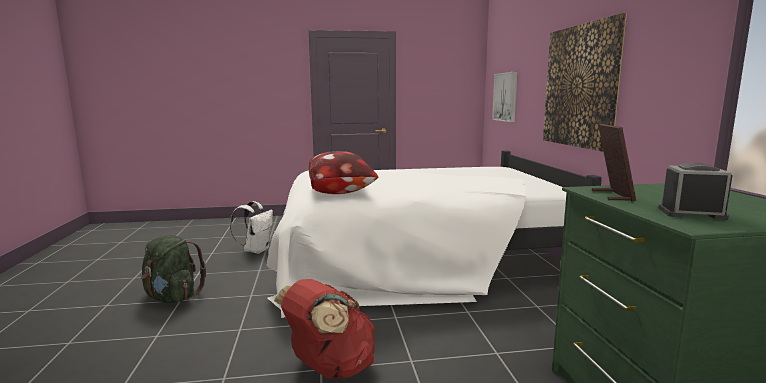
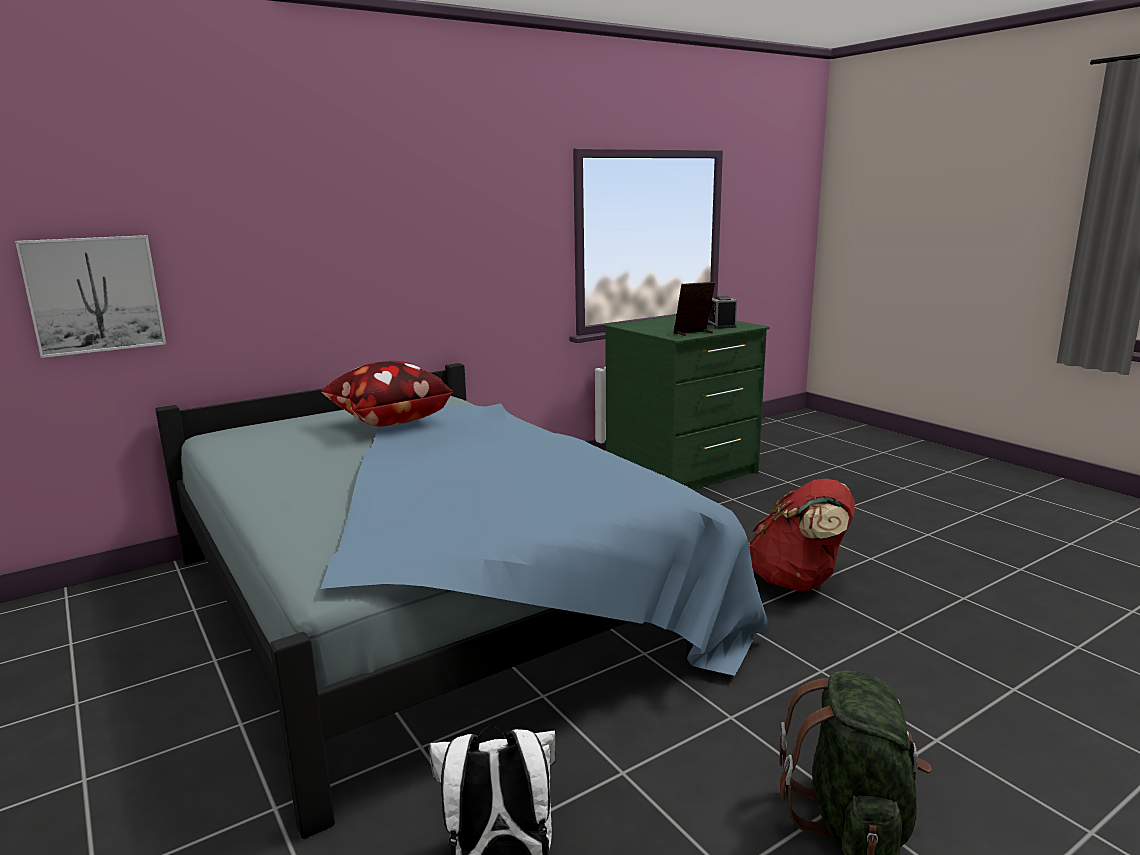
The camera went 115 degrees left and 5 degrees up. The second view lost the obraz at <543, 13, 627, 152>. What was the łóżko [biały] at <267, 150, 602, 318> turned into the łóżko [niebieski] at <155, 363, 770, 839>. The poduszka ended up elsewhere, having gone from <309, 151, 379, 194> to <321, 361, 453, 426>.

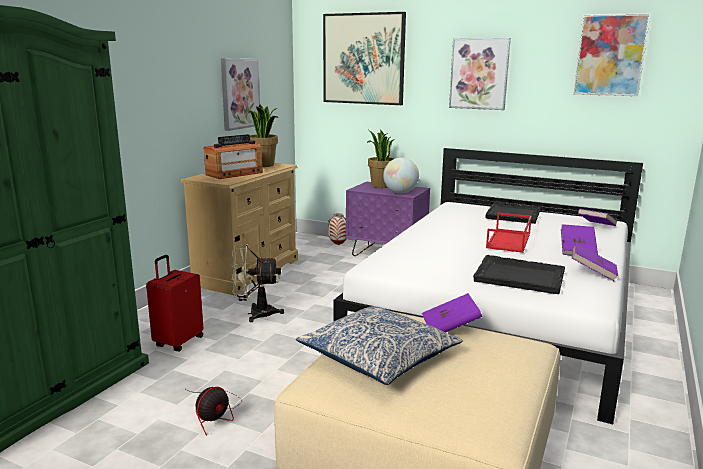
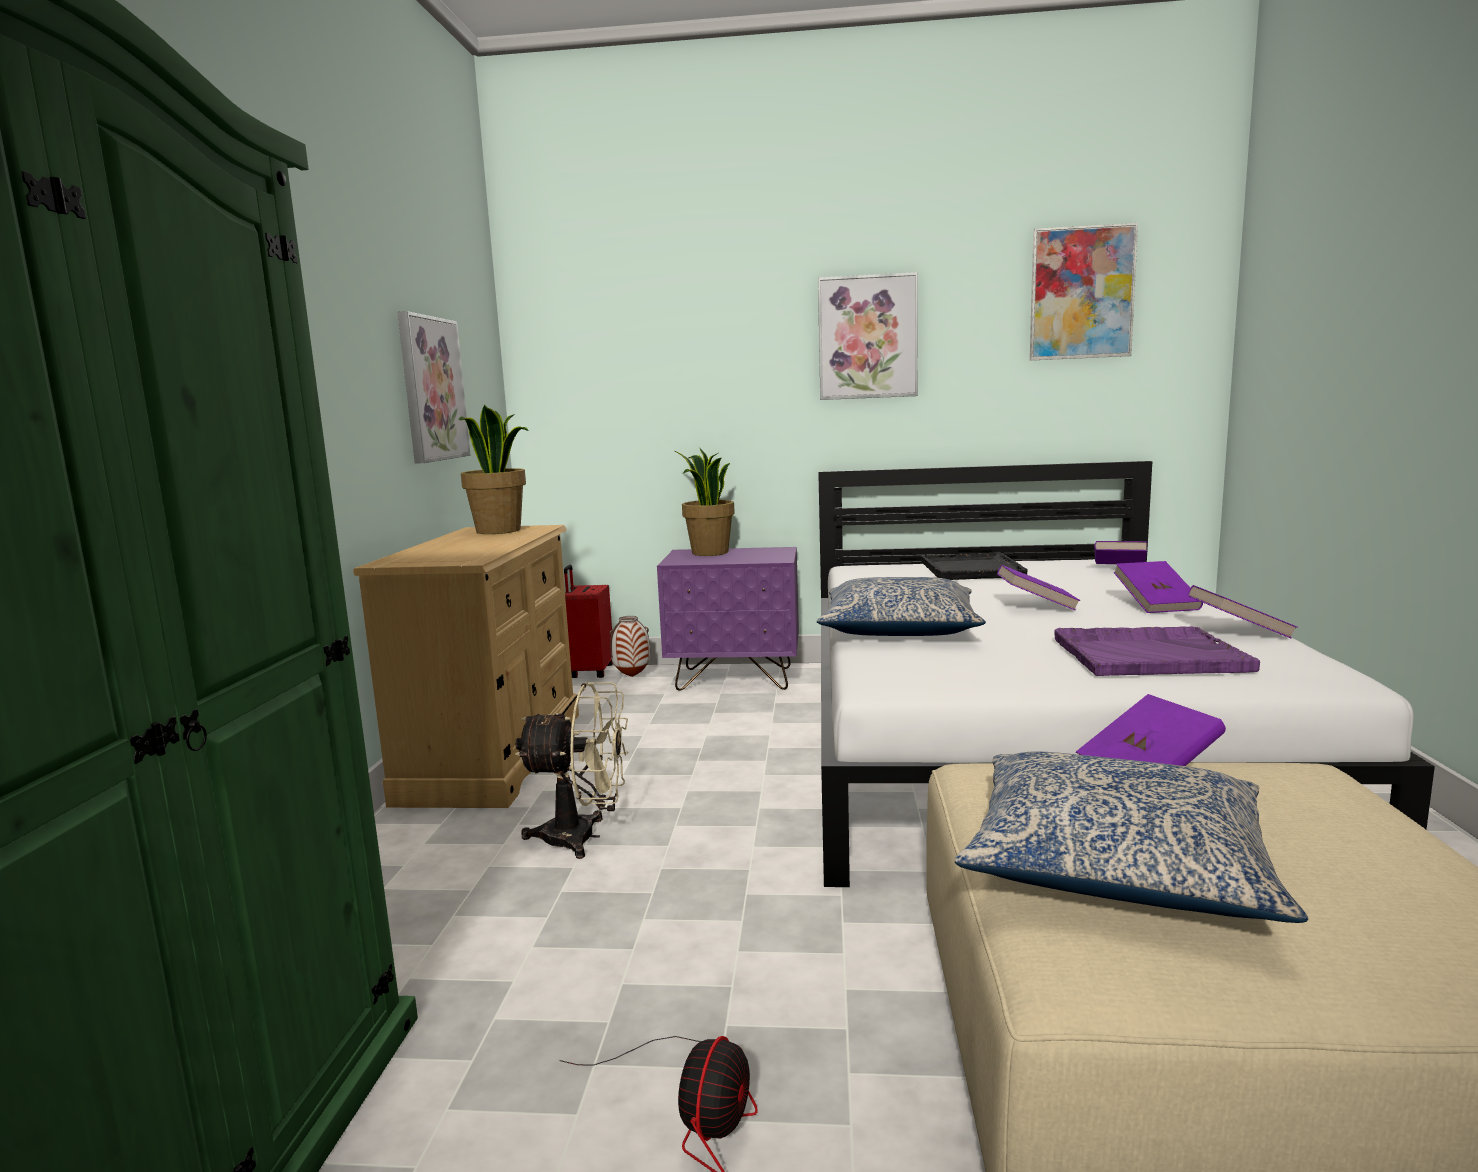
The camera went 20 degrees left and 5 degrees down. The second view lost the obraz at <323, 12, 406, 105>. The second view lost the radio at <204, 134, 263, 179>. The second view lost the globus at <383, 157, 419, 194>. Where the taca [czerwony] stood at <486, 213, 532, 253>, the książka [fioletowy] came to stand at <997, 565, 1080, 611>. The wentylator [beżowy] at <231, 244, 284, 322> ended up facing another way, 150 degrees counterclockwise from before. The walizka [czerwony] ended up elsewhere, having gone from <146, 255, 203, 351> to <564, 565, 613, 678>. What was the taca [czarny] at <473, 255, 565, 294> turned into the taca [fioletowy] at <1055, 626, 1260, 676>. The second view gained the poduszka at <817, 577, 986, 636>.

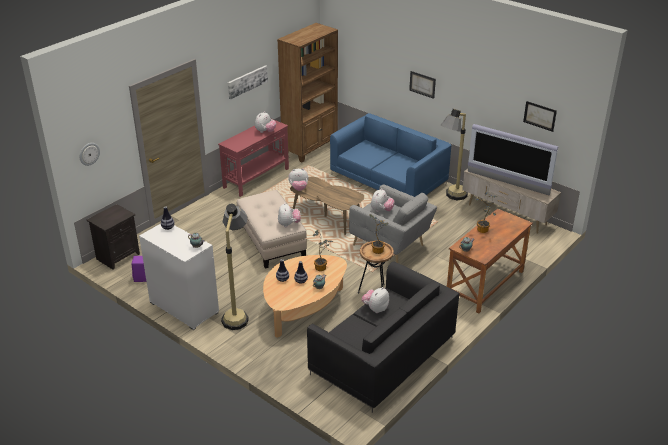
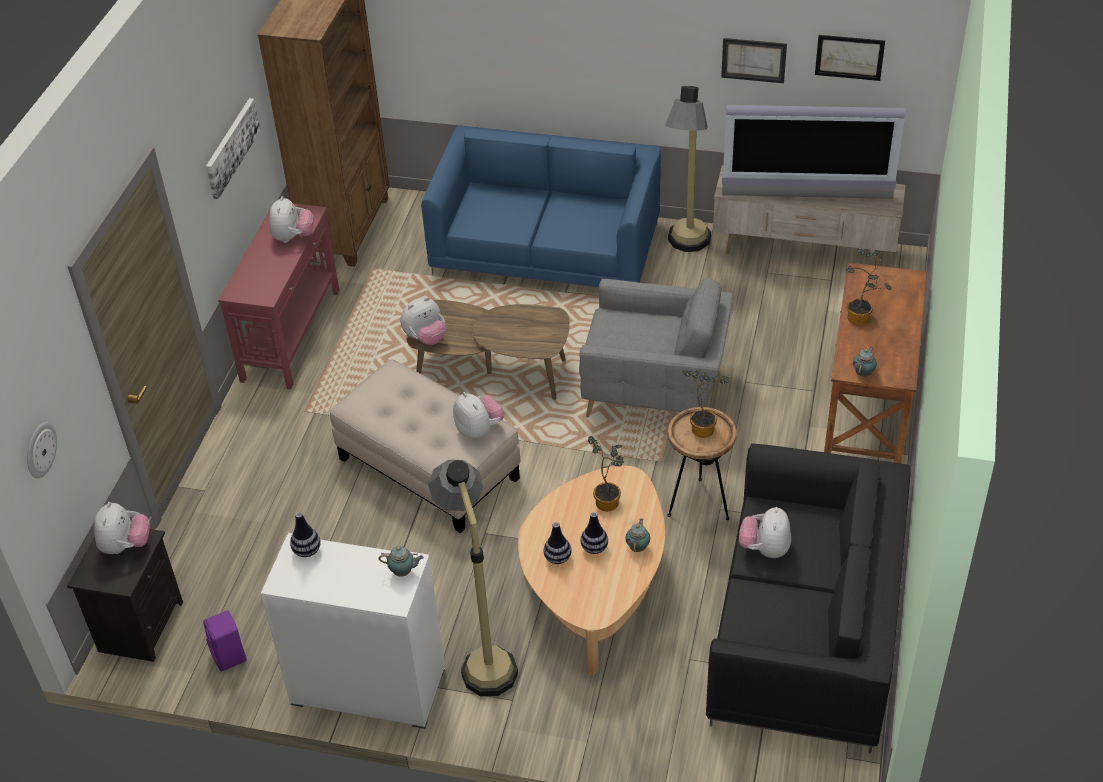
The camera went 25 degrees left and 10 degrees up. The obraz ended up elsewhere, having gone from <409, 71, 436, 99> to <721, 38, 787, 83>. The pluszak ended up elsewhere, having gone from <371, 188, 395, 212> to <94, 502, 150, 554>.

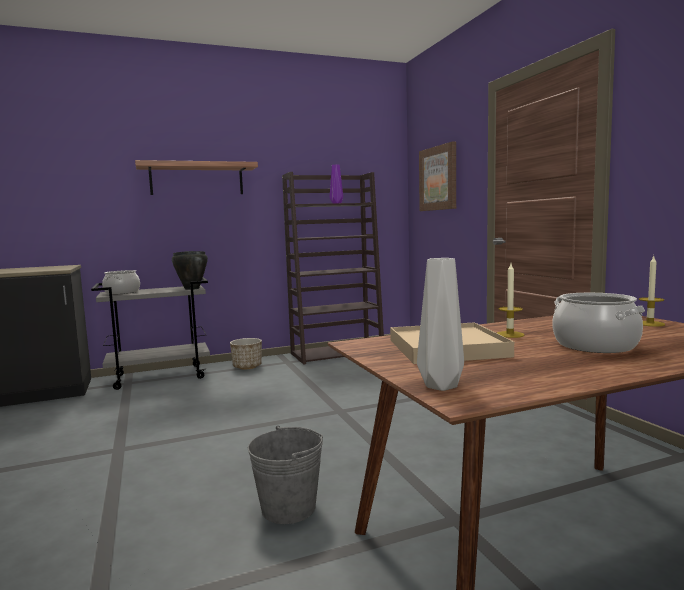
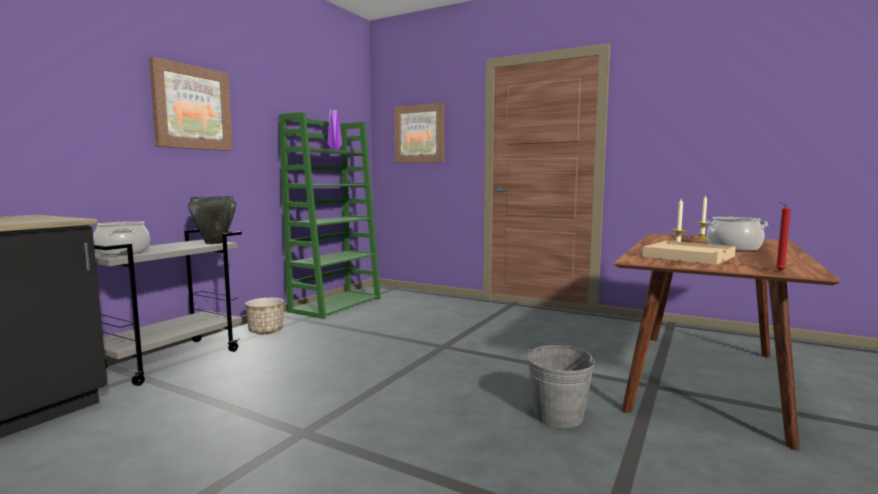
The camera went 40 degrees left and 0 degrees up. Where the półka hung at <135, 160, 258, 195>, the obraz came to hang at <149, 57, 233, 151>. What was the regał [brązowy] at <282, 172, 384, 365> turned into the regał [zielony] at <279, 112, 381, 319>. Where the wazon [szary] stood at <417, 258, 464, 391>, the świeca [czerwony] came to stand at <776, 201, 791, 271>.

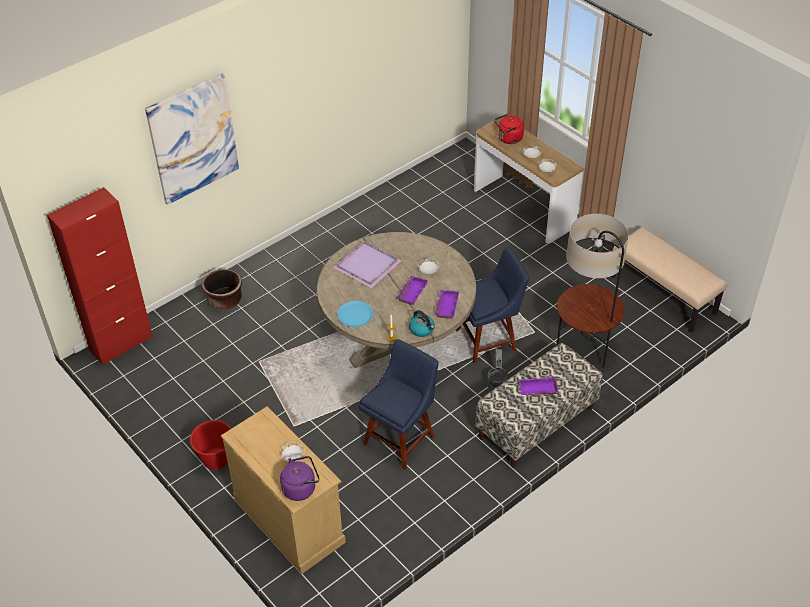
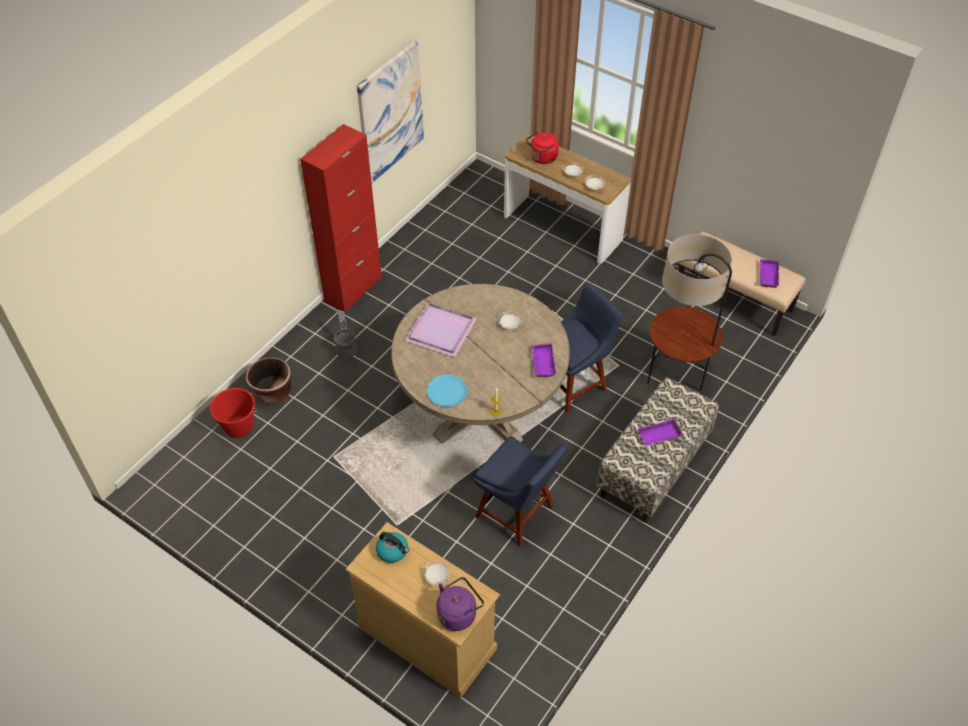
The camera went 15 degrees left and 5 degrees up. The obraz ended up elsewhere, having gone from <145, 73, 239, 205> to <357, 40, 424, 183>. The szafka [czerwony] ended up elsewhere, having gone from <47, 187, 153, 365> to <300, 124, 382, 313>. The taca [fioletowy] ended up elsewhere, having gone from <397, 276, 428, 305> to <760, 259, 779, 288>. The czajnik ended up elsewhere, having gone from <409, 310, 435, 337> to <376, 532, 409, 563>. The krzesło [niebieski] at <359, 339, 439, 469> ended up facing another way, 105 degrees clockwise from before. The wiadro [szary] ended up elsewhere, having gone from <488, 348, 508, 392> to <334, 311, 357, 358>. The wiadro [czerwony] ended up elsewhere, having gone from <190, 420, 231, 470> to <210, 388, 258, 438>.

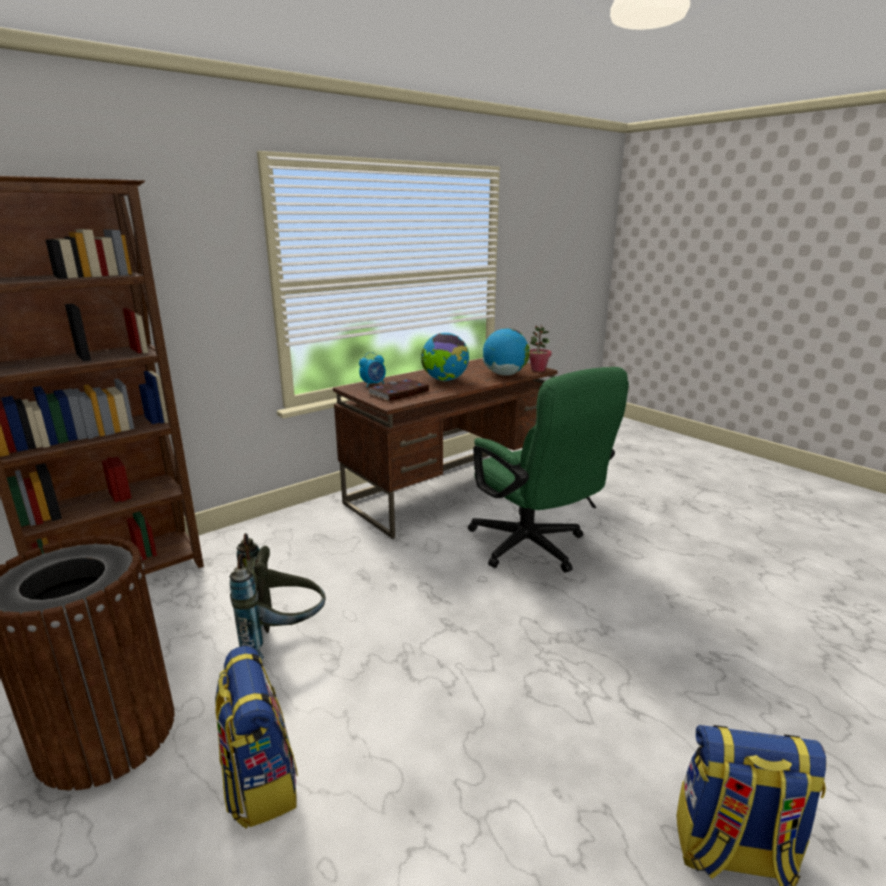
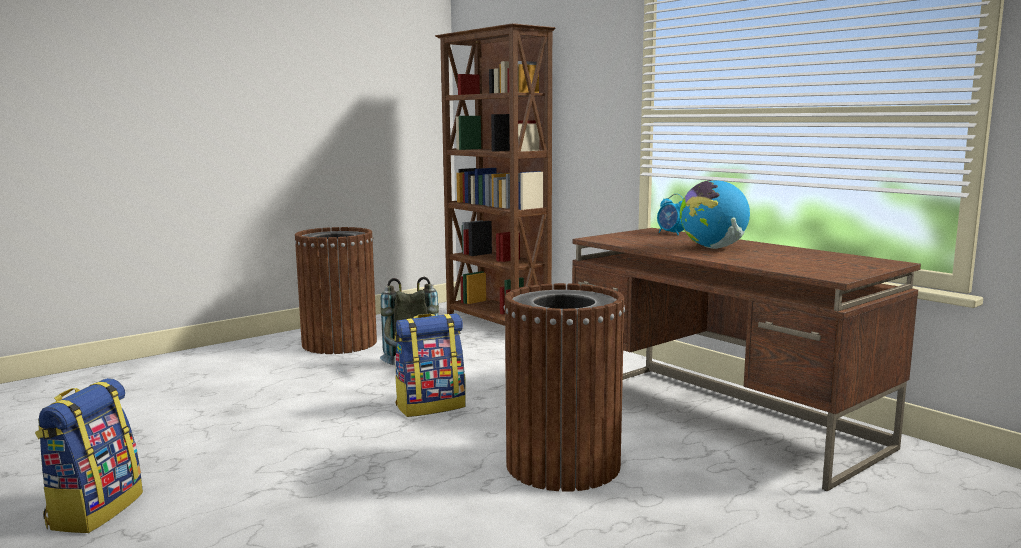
The camera went 90 degrees right and 10 degrees down. The second view lost the roślina doniczkowa at <529, 325, 551, 372>. The second view lost the globus at <483, 328, 530, 376>. Where the krzesło biurowe [zielony] stood at <468, 367, 629, 572>, the kosz na śmieci [brązowy] came to stand at <504, 283, 625, 492>. The second view lost the książka at <368, 379, 429, 401>. The plecak ended up elsewhere, having gone from <215, 646, 298, 829> to <394, 313, 466, 417>.

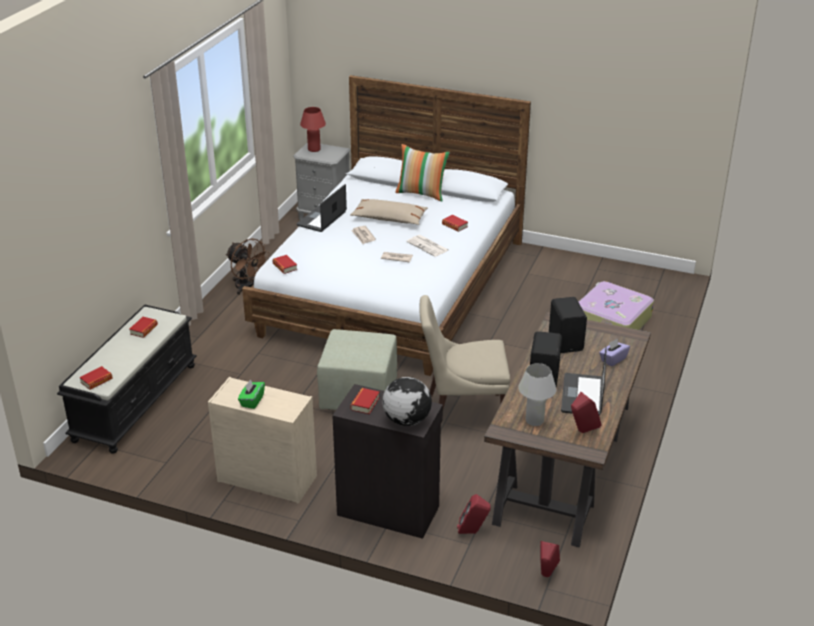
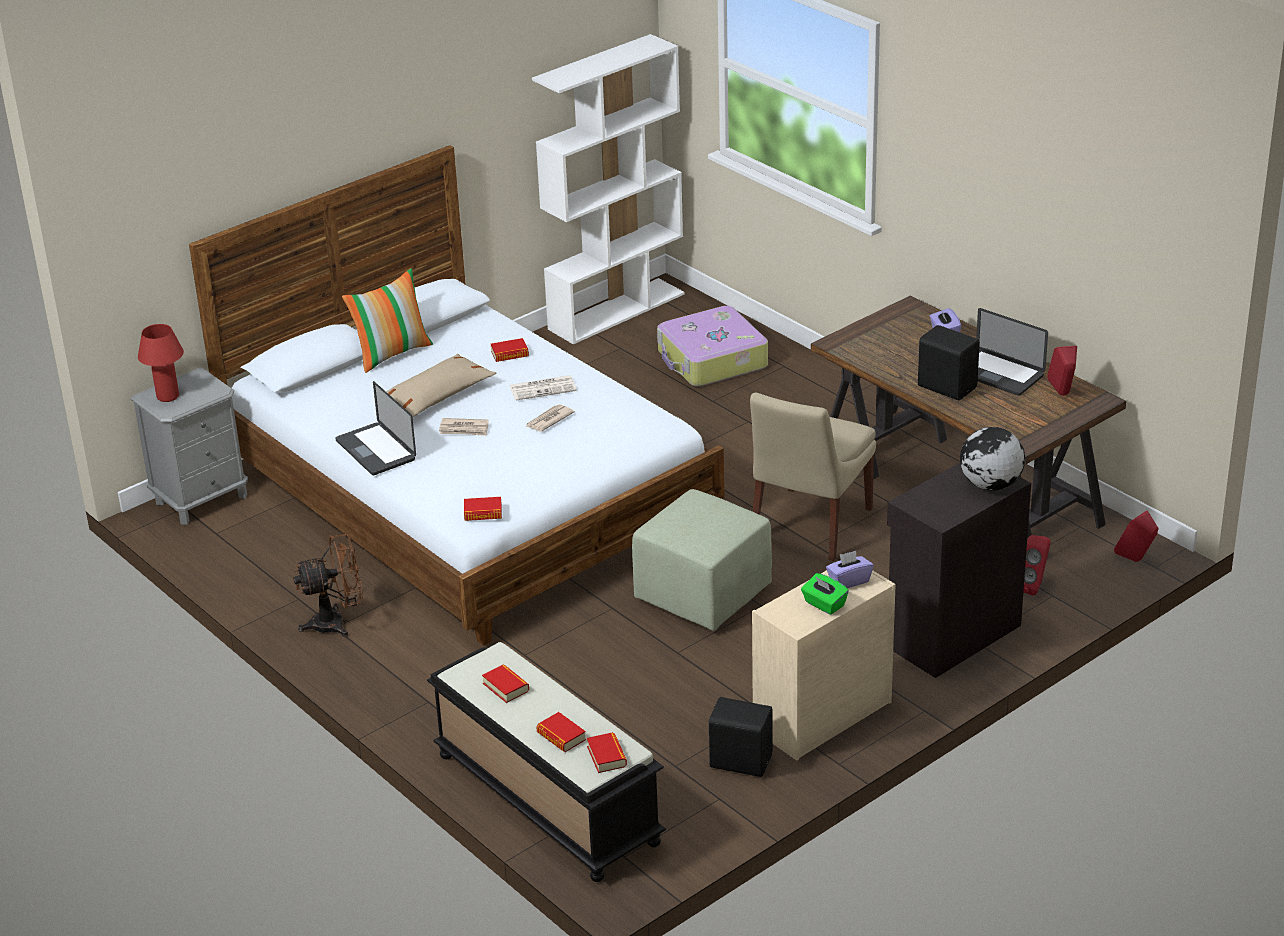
The camera went 60 degrees left and 0 degrees up. The głośnik [czarny] ended up elsewhere, having gone from <549, 297, 587, 353> to <709, 697, 773, 777>. The second view lost the lampa stołowa [biały] at <518, 363, 556, 426>. The książka ended up elsewhere, having gone from <350, 388, 380, 414> to <536, 712, 586, 752>. The second view gained the regał [biały] at <532, 34, 685, 344>. The second view gained the pudełko chusteczek [fioletowy] at <826, 551, 874, 588>.

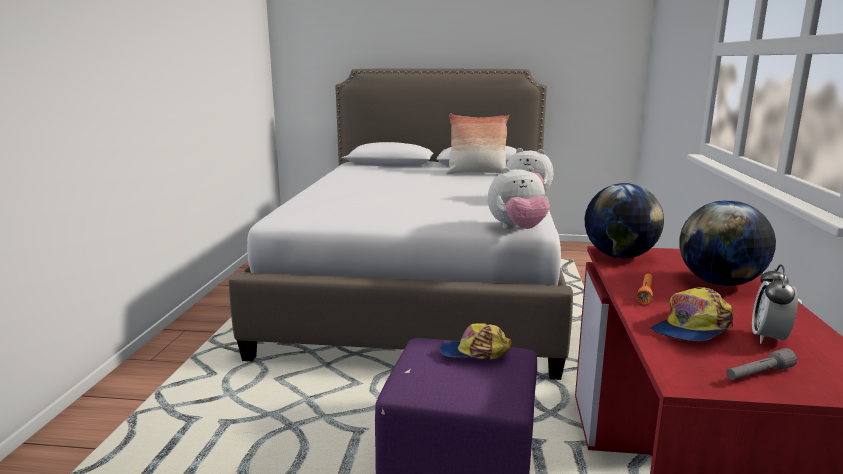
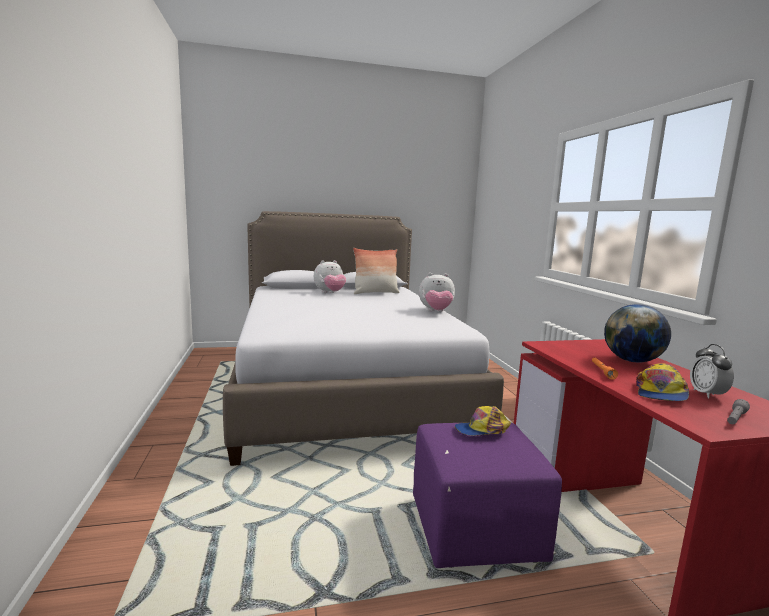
The camera went 20 degrees left and 5 degrees down. The pluszak ended up elsewhere, having gone from <488, 166, 550, 229> to <314, 260, 346, 293>. The second view lost the globus at <585, 183, 664, 258>.

